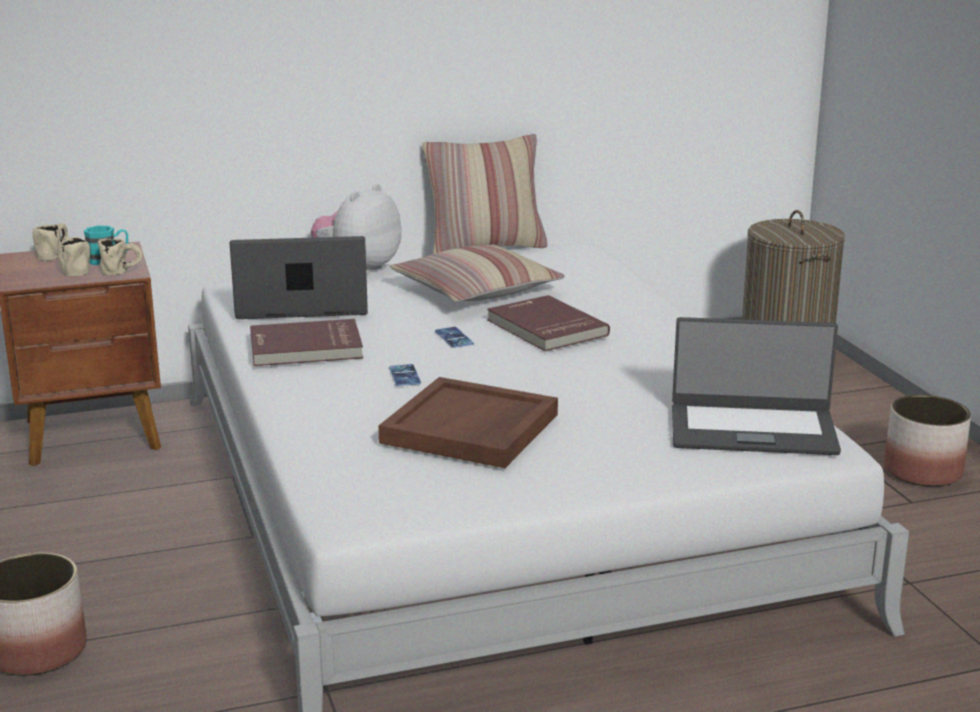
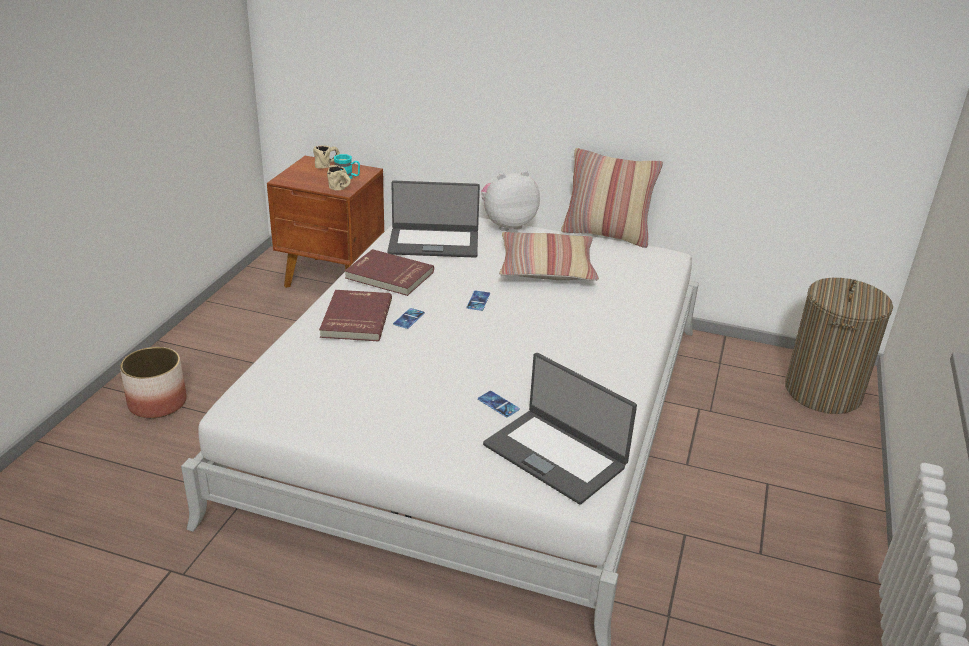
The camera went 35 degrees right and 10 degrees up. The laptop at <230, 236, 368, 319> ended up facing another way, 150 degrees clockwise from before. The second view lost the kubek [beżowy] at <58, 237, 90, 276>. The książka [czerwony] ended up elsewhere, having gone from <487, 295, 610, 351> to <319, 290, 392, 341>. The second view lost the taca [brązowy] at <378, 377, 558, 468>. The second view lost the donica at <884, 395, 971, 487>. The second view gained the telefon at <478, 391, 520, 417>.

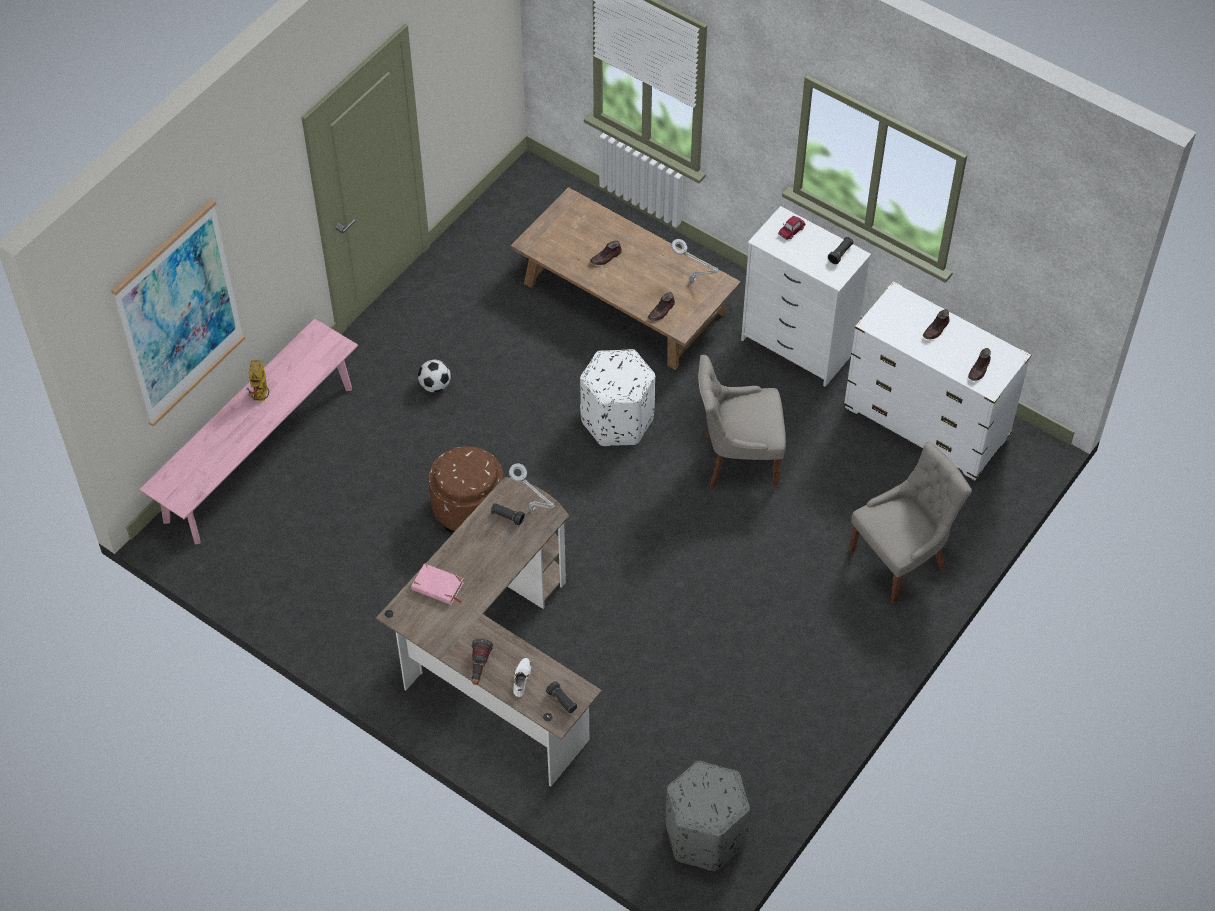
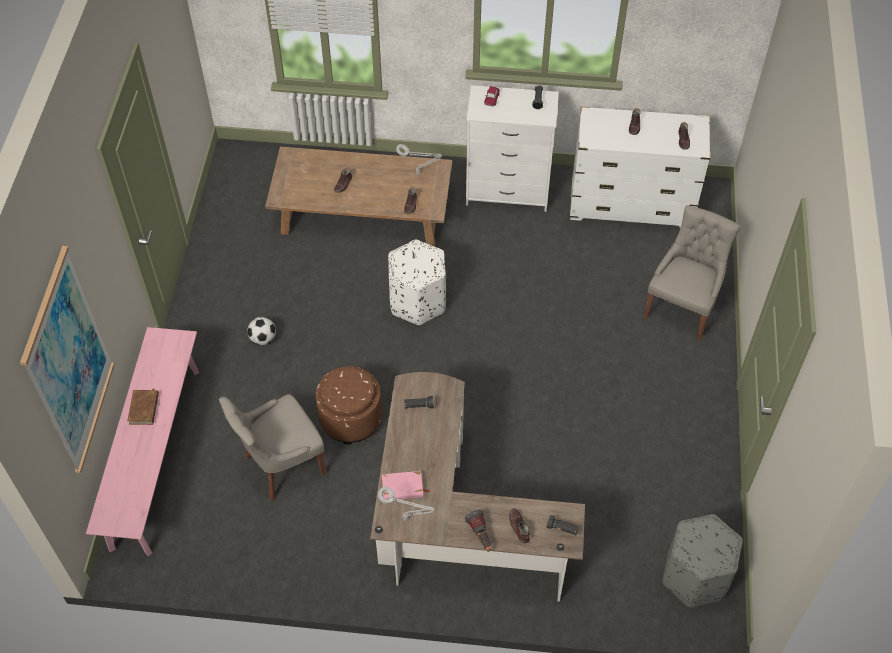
The camera went 30 degrees left and 0 degrees up. The krzesło [szary] ended up elsewhere, having gone from <698, 355, 786, 488> to <219, 394, 326, 500>. Where the robot zabawkowy stood at <247, 360, 269, 401>, the książka [brązowy] came to stand at <127, 388, 159, 425>. The lampa stołowa [szary] ended up elsewhere, having gone from <509, 463, 555, 511> to <378, 486, 435, 521>. What was the but [biały] at <513, 658, 531, 697> turned into the but [brązowy] at <510, 508, 530, 544>.

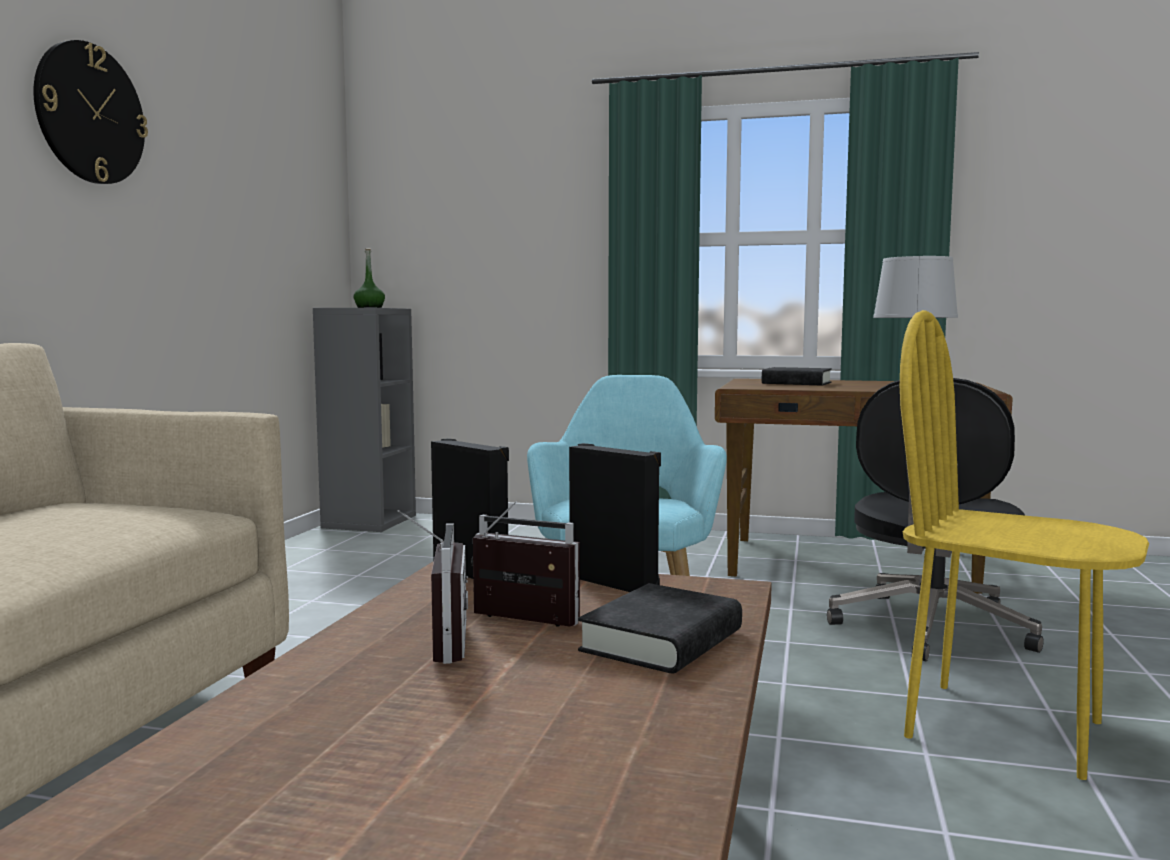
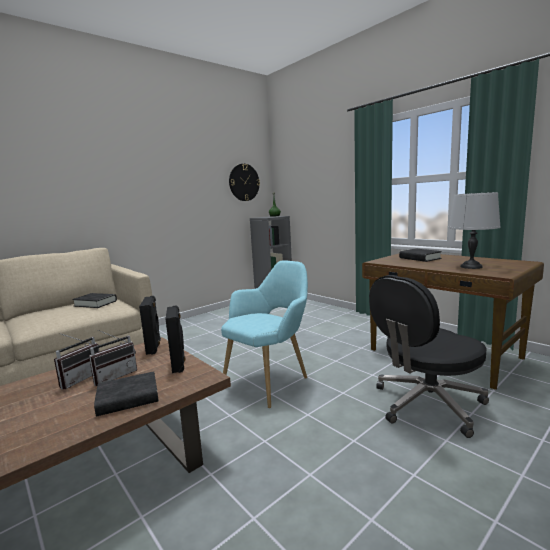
The camera went 35 degrees right and 5 degrees up. The zegar ścienny ended up elsewhere, having gone from <33, 40, 148, 184> to <229, 164, 260, 201>. The second view lost the krzesło [żółty] at <900, 310, 1149, 780>. The radio at <471, 501, 580, 627> ended up facing another way, 75 degrees clockwise from before. The second view gained the książka [czarny] at <72, 293, 117, 308>.

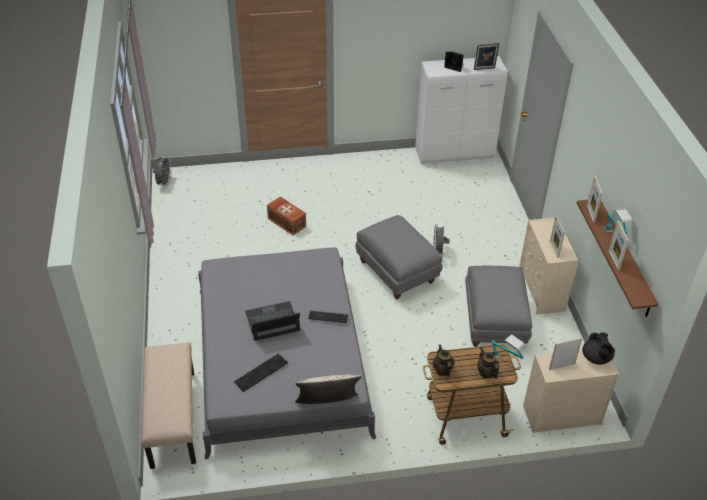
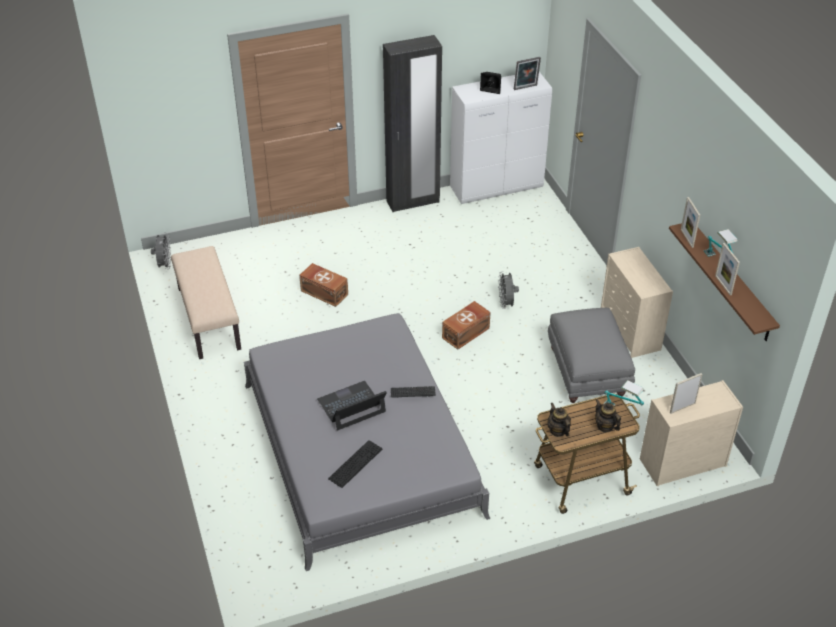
The camera went 10 degrees left and 0 degrees up. Where the pufa [szary] stood at <356, 215, 443, 299>, the pojemnik do przechowywania [brązowy] came to stand at <442, 301, 491, 350>. The second view lost the ramka na zdjęcie at <550, 216, 565, 258>. The second view lost the imbryk [czarny] at <582, 332, 615, 365>. The ławka [beżowy] ended up elsewhere, having gone from <141, 342, 196, 469> to <171, 246, 241, 359>. The second view lost the poduszka [beżowy] at <295, 375, 362, 404>. The second view gained the szafa [czarny] at <383, 35, 442, 212>.

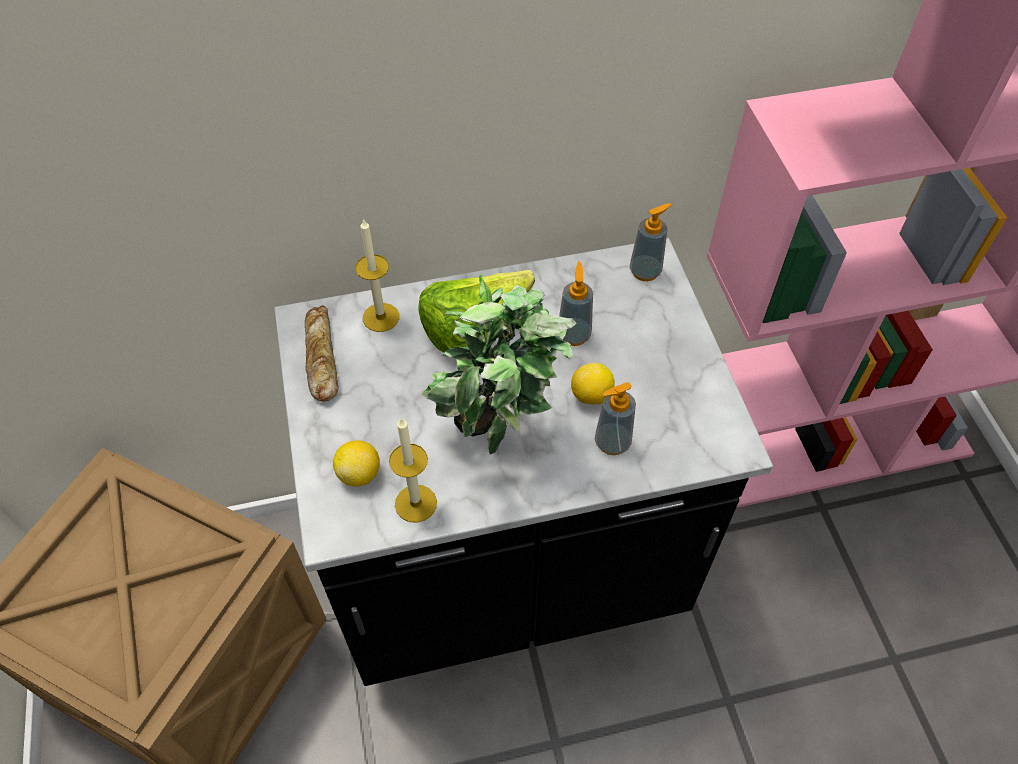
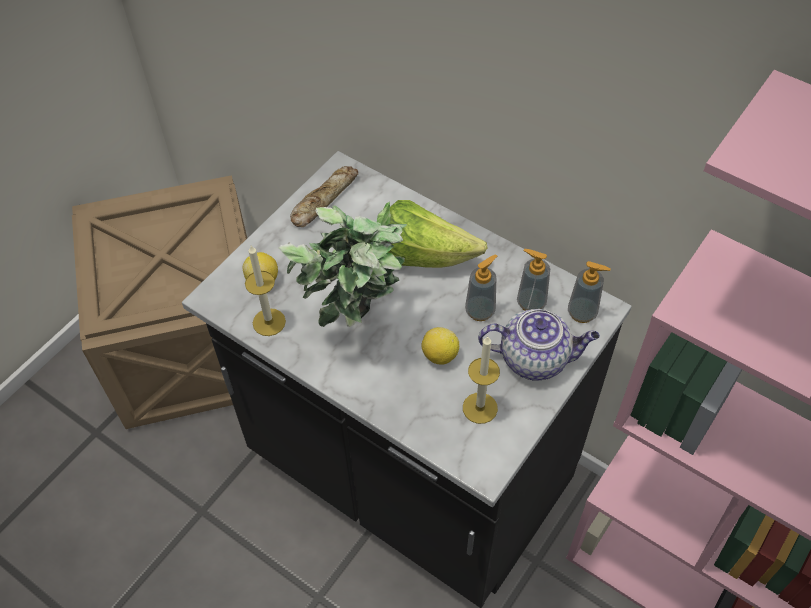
The camera went 50 degrees right and 0 degrees up. The świeca ended up elsewhere, having gone from <355, 218, 399, 332> to <463, 336, 500, 424>. The dozownik mydła ended up elsewhere, having gone from <595, 382, 636, 455> to <517, 249, 550, 311>. The second view gained the imbryk at <478, 309, 600, 380>.

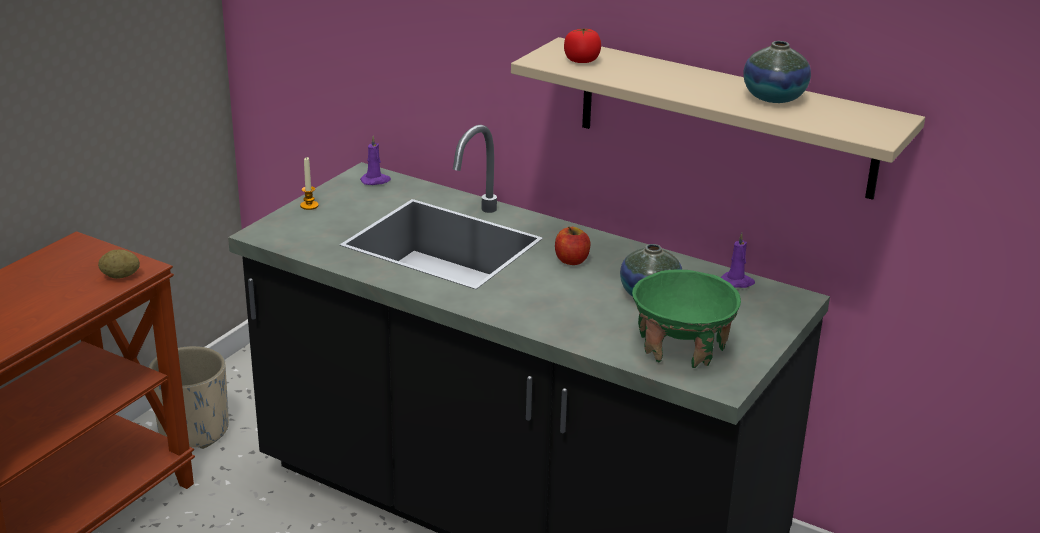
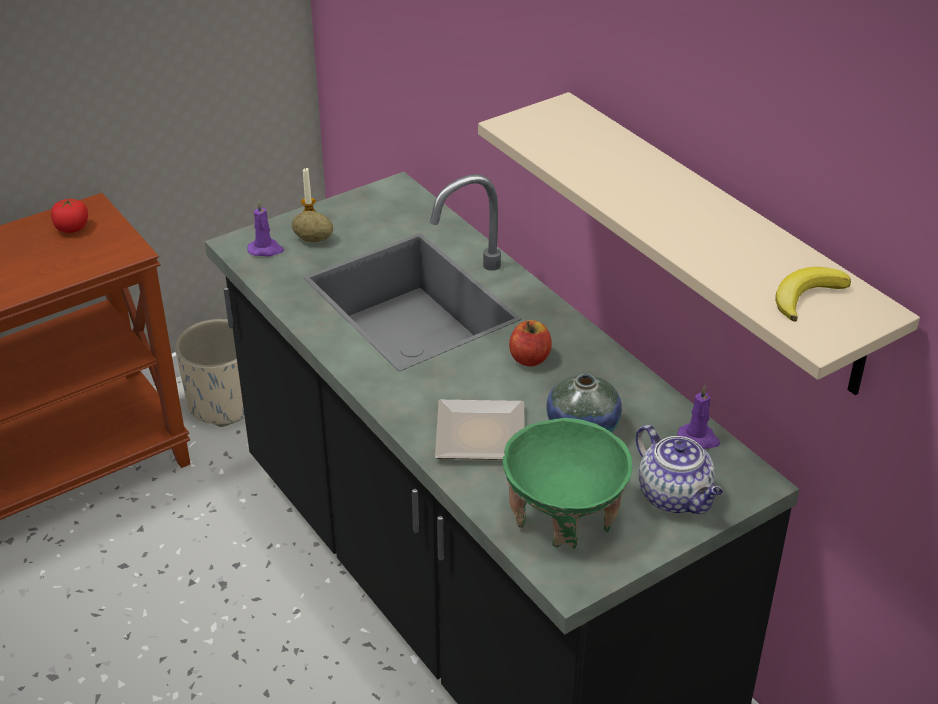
The camera went 25 degrees right and 10 degrees up. The pomidor ended up elsewhere, having gone from <564, 28, 601, 63> to <51, 198, 88, 233>. The second view lost the wazon at <744, 41, 811, 103>. The świeca [fioletowy] ended up elsewhere, having gone from <360, 135, 391, 185> to <247, 200, 284, 257>. The ziemniak ended up elsewhere, having gone from <98, 250, 140, 279> to <292, 211, 333, 242>. The second view gained the banan at <775, 267, 851, 322>. The second view gained the talerz at <435, 400, 524, 460>. The second view gained the imbryk at <636, 425, 723, 514>.

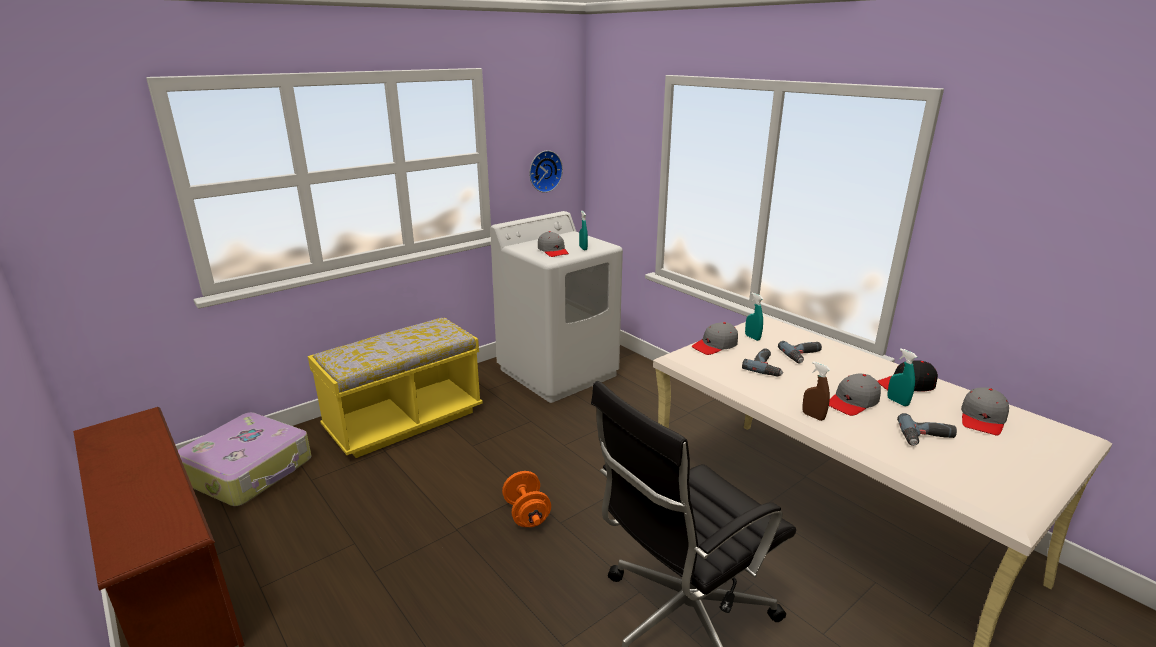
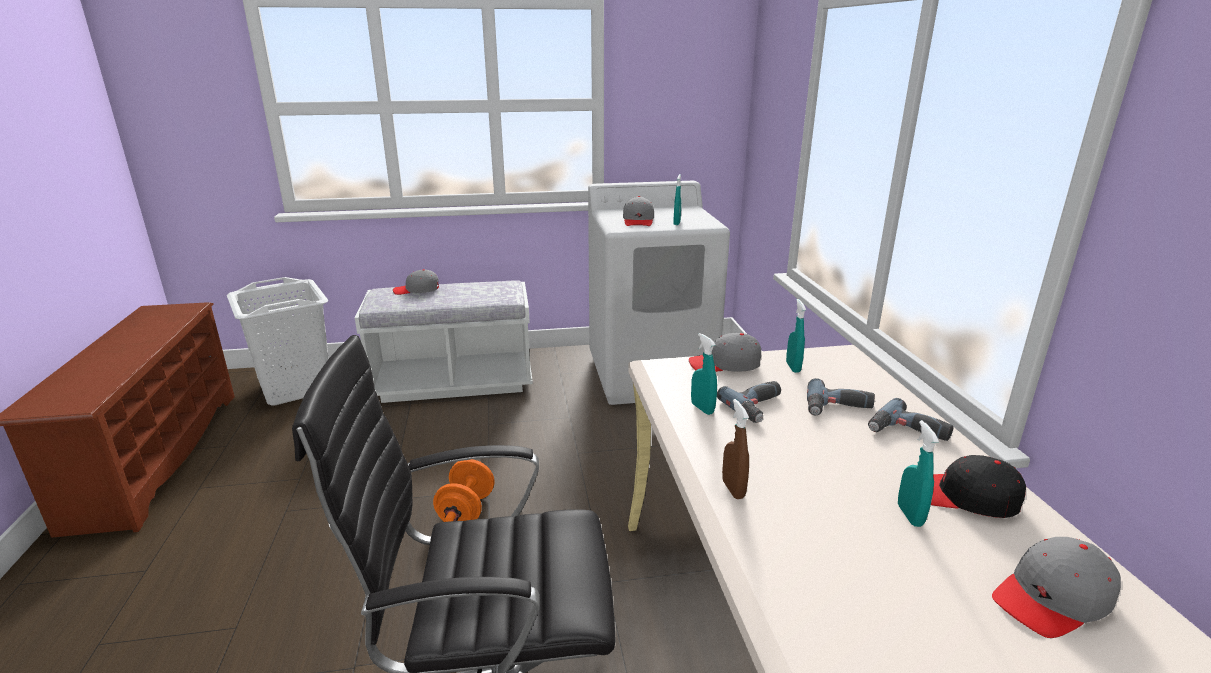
The camera went 30 degrees right and 0 degrees up. The second view lost the zegar ścienny at <529, 151, 563, 193>. What was the ławka [żółty] at <308, 318, 483, 458> turned into the ławka [biały] at <355, 280, 533, 403>. The czapka z daszkiem [szary] ended up elsewhere, having gone from <829, 374, 881, 416> to <393, 269, 439, 295>. Where the walizka stood at <178, 412, 312, 506>, the kosz na pranie [biały] came to stand at <227, 277, 329, 406>. The wiertarka ended up elsewhere, having gone from <897, 413, 957, 446> to <868, 398, 953, 441>. The second view gained the spryskiwacz [turkusowy] at <691, 333, 717, 415>.

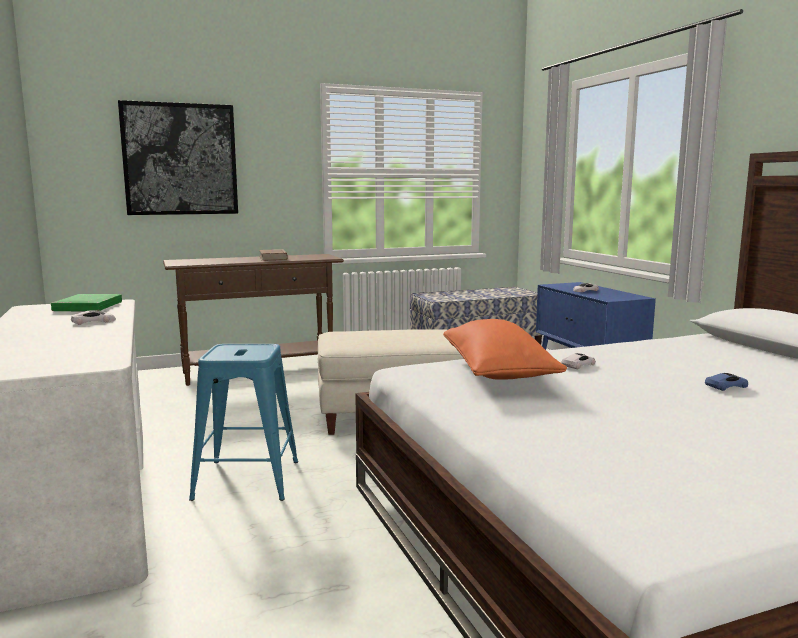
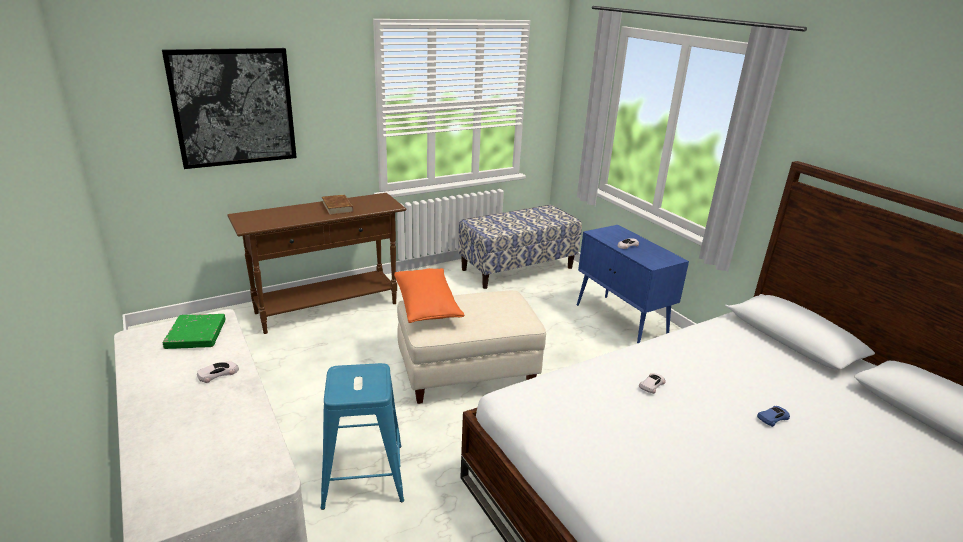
The camera went 10 degrees left and 15 degrees up. The poduszka [pomarańczowy] ended up elsewhere, having gone from <443, 319, 567, 380> to <394, 268, 464, 323>.

